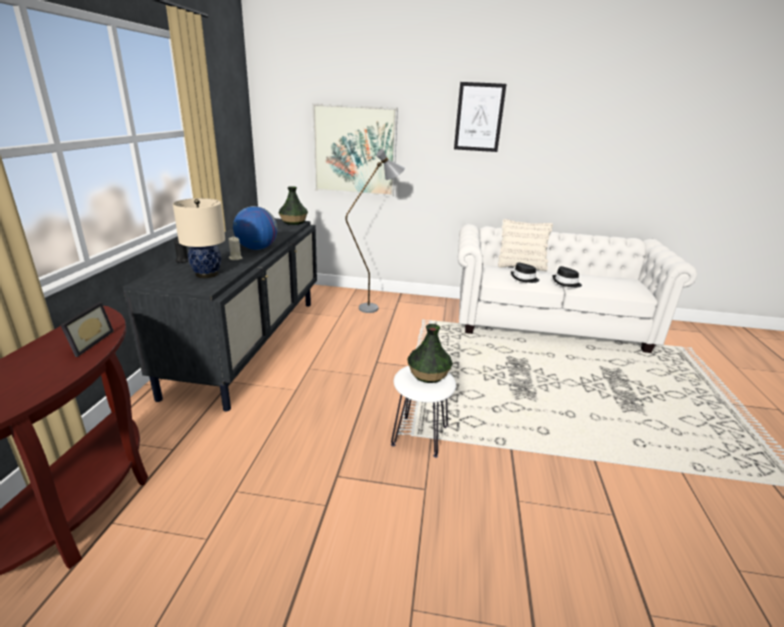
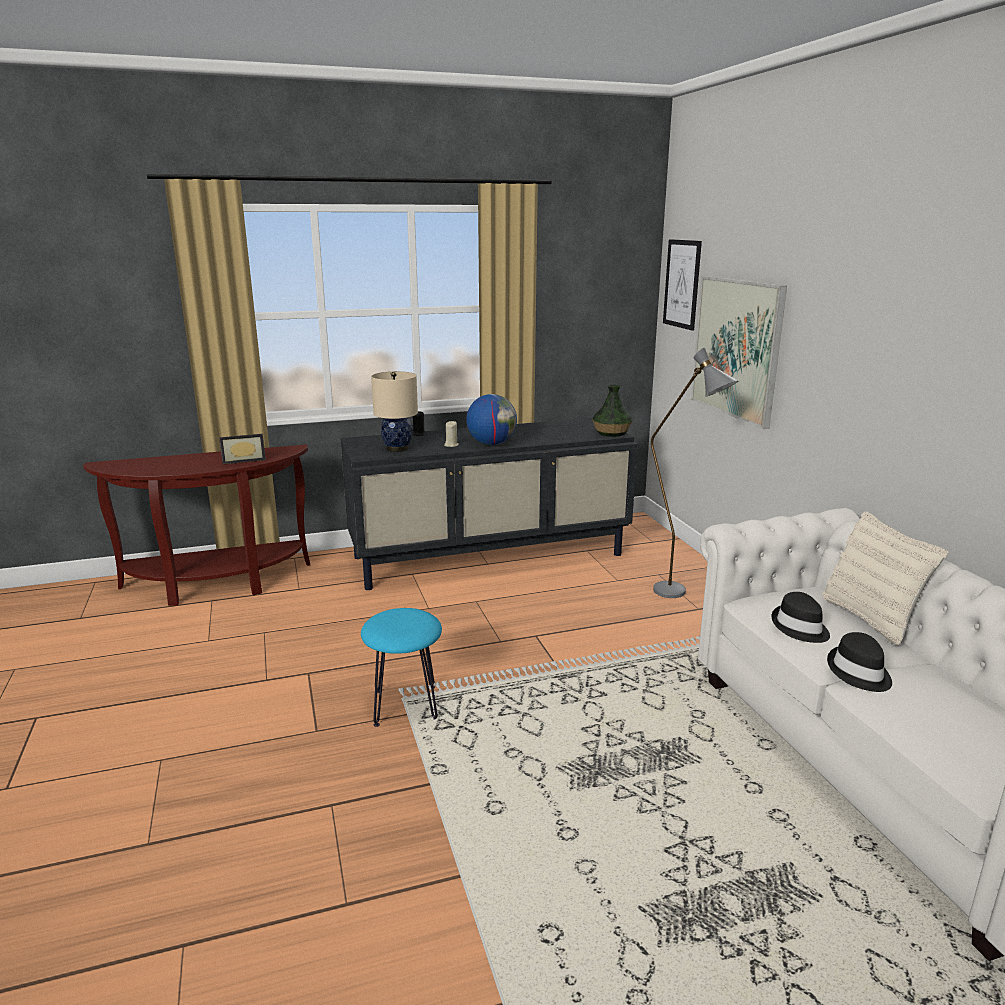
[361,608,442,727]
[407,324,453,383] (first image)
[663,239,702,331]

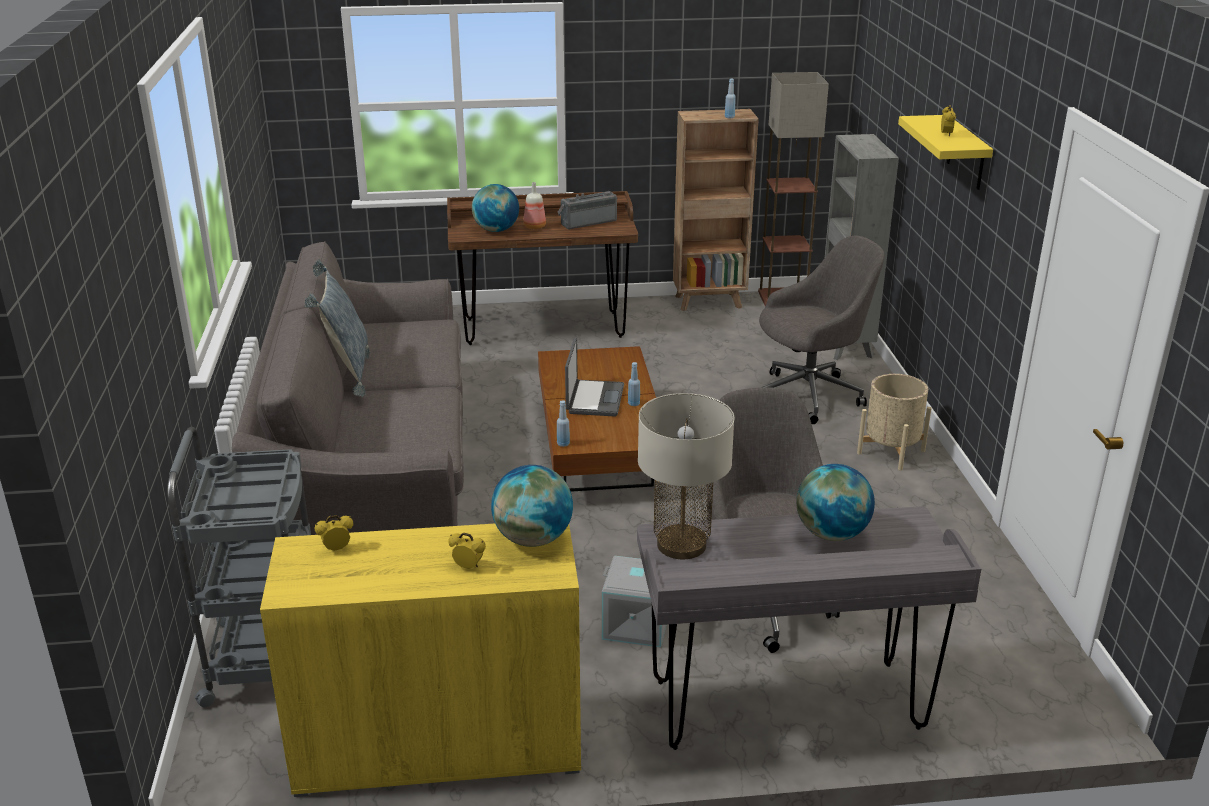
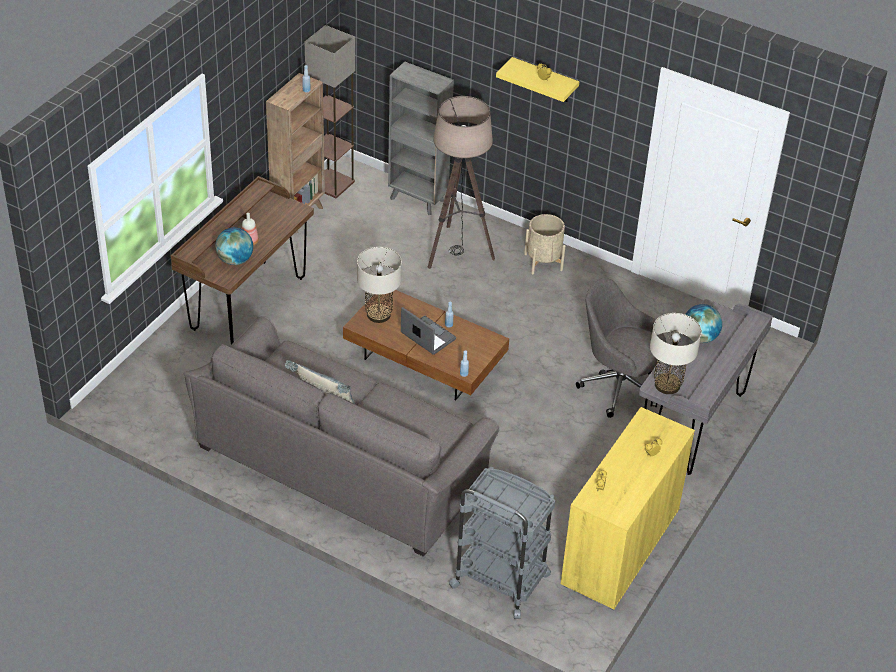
[491,465,573,547] (first image)
[558,191,617,229] (first image)
[602,556,666,647] (first image)
[428,96,495,269]
[357,247,402,323]

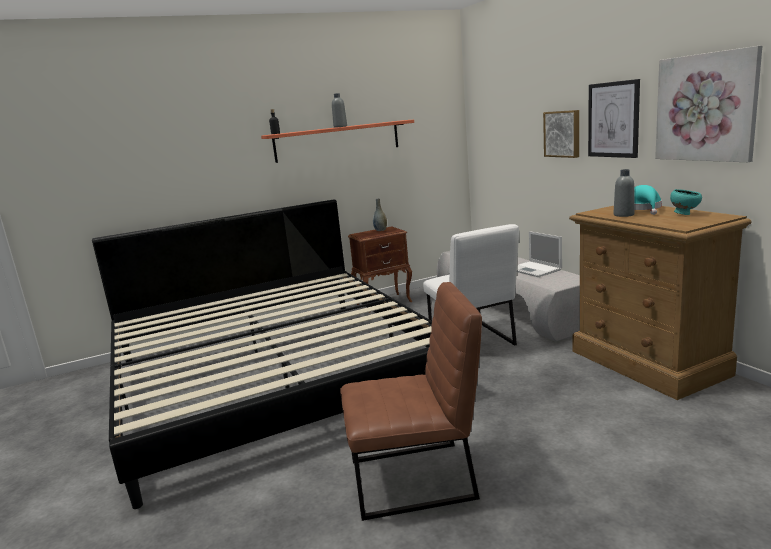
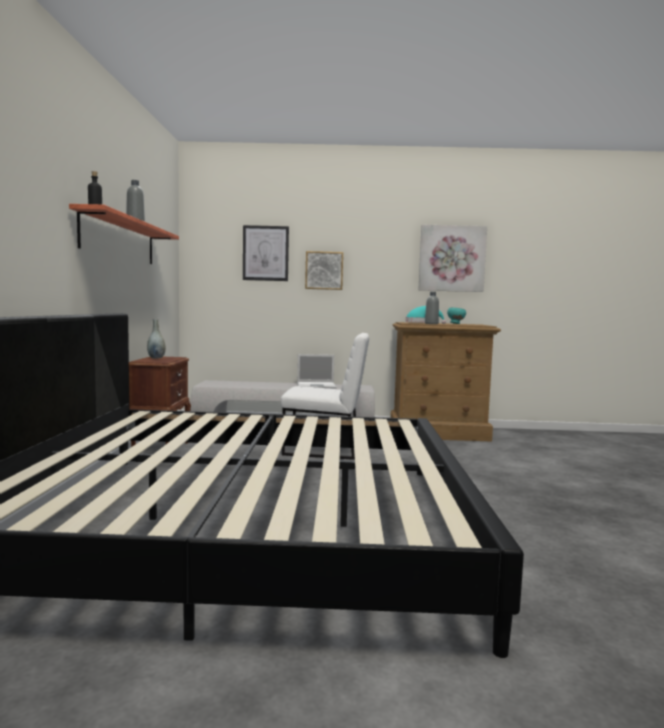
[340,282,482,521] (first image)
[243,225,289,281]

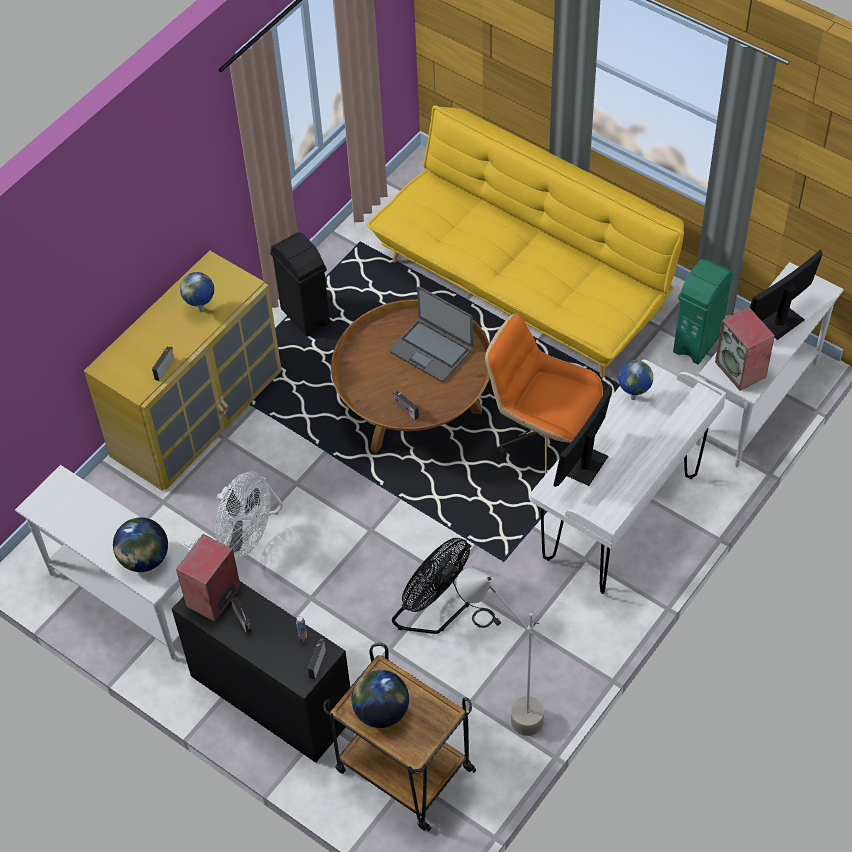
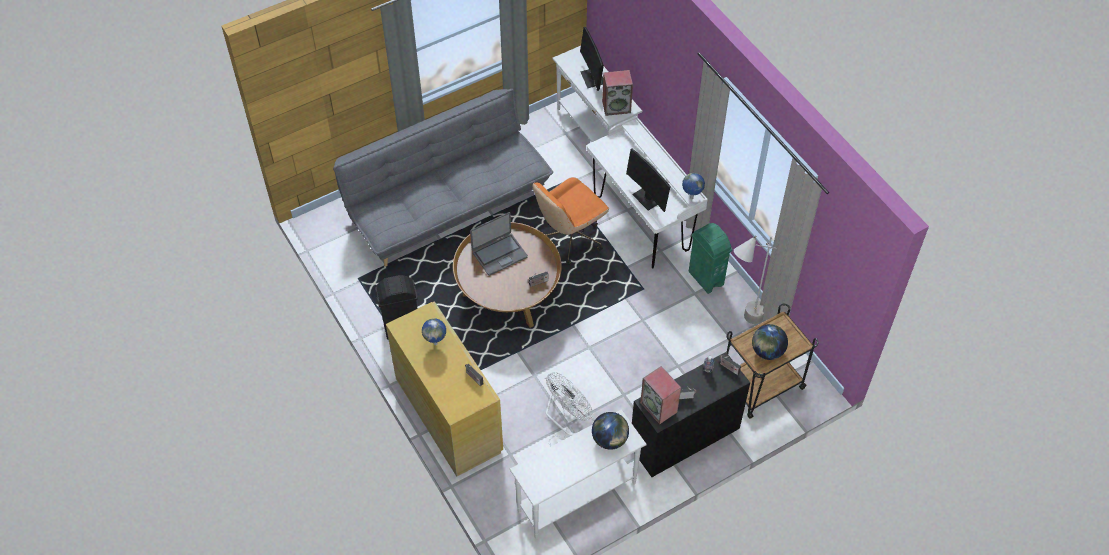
[333,89,553,266]
[392,538,501,634] (first image)
[682,173,705,199]
[689,223,732,294]

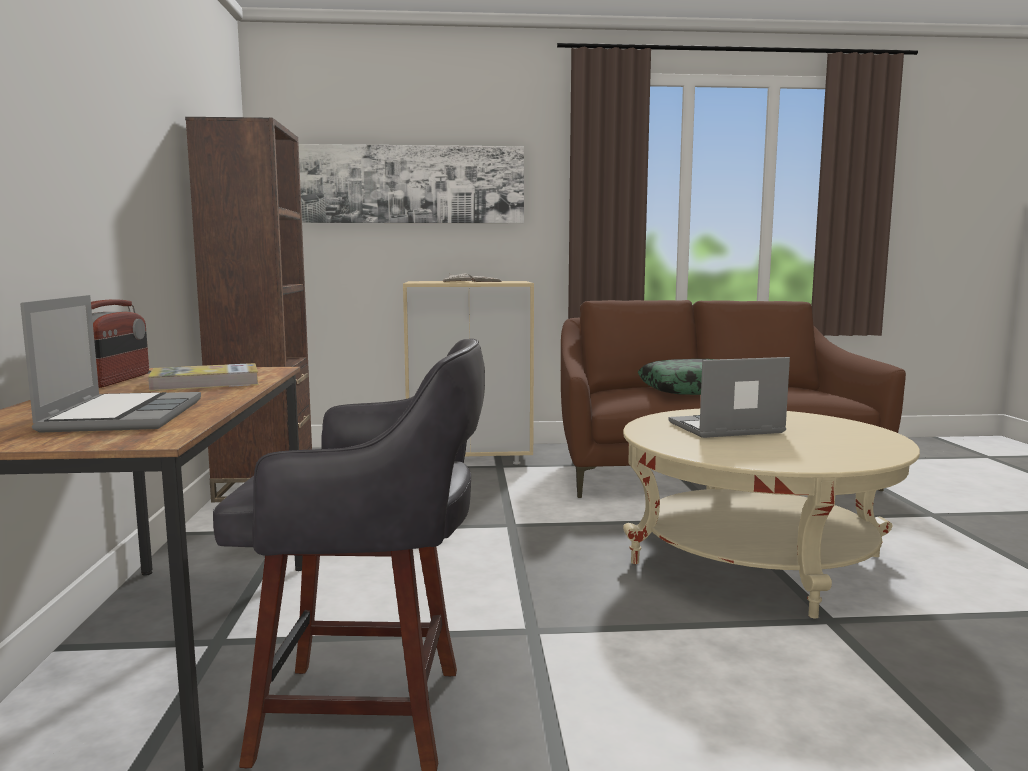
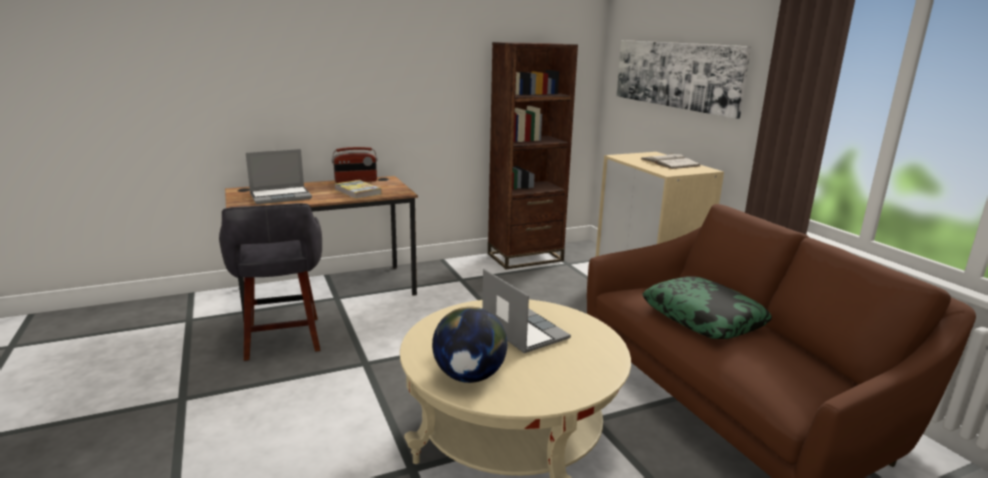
[432,306,507,383]

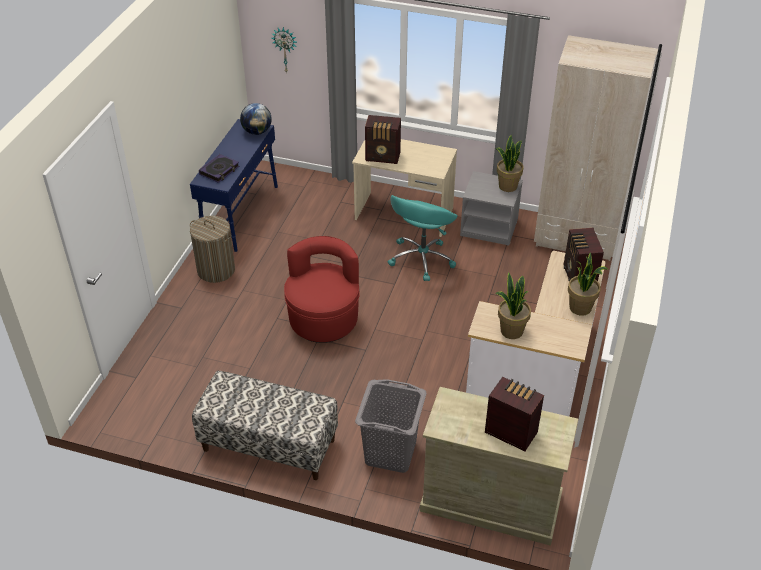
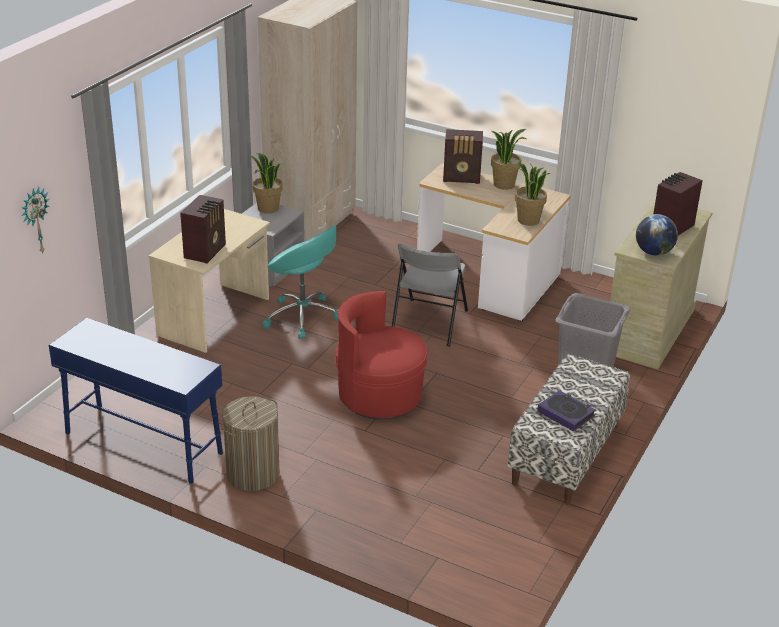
[537,390,596,431]
[636,214,678,256]
[392,244,468,346]

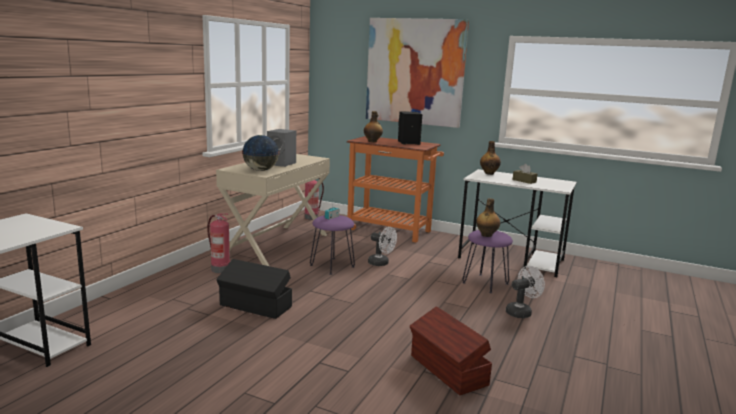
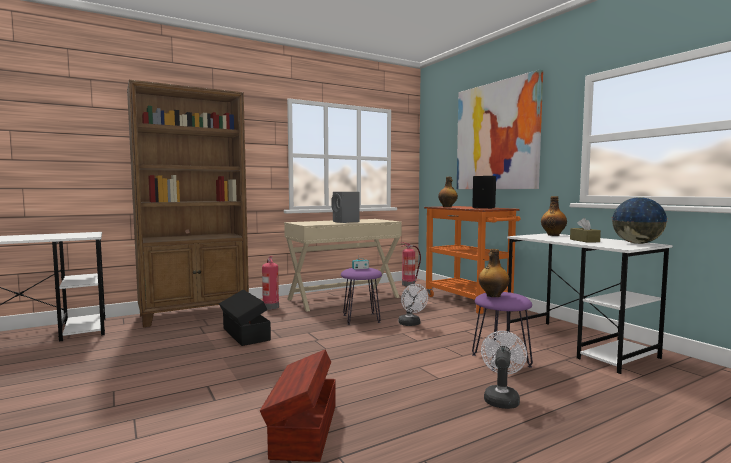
[612,197,668,244]
[481,331,527,409]
[127,80,249,327]

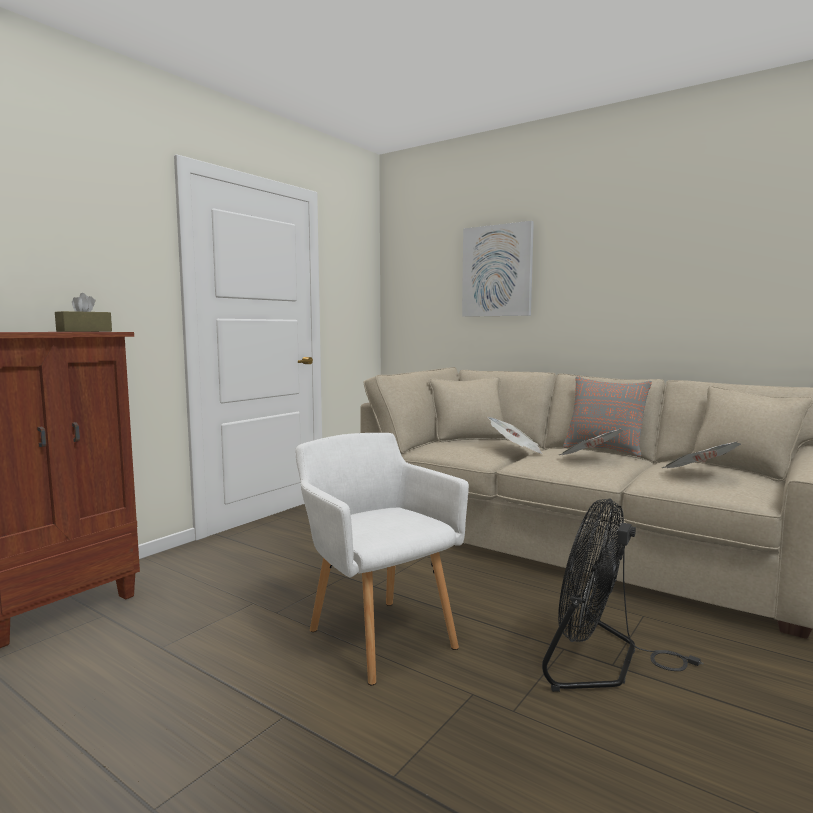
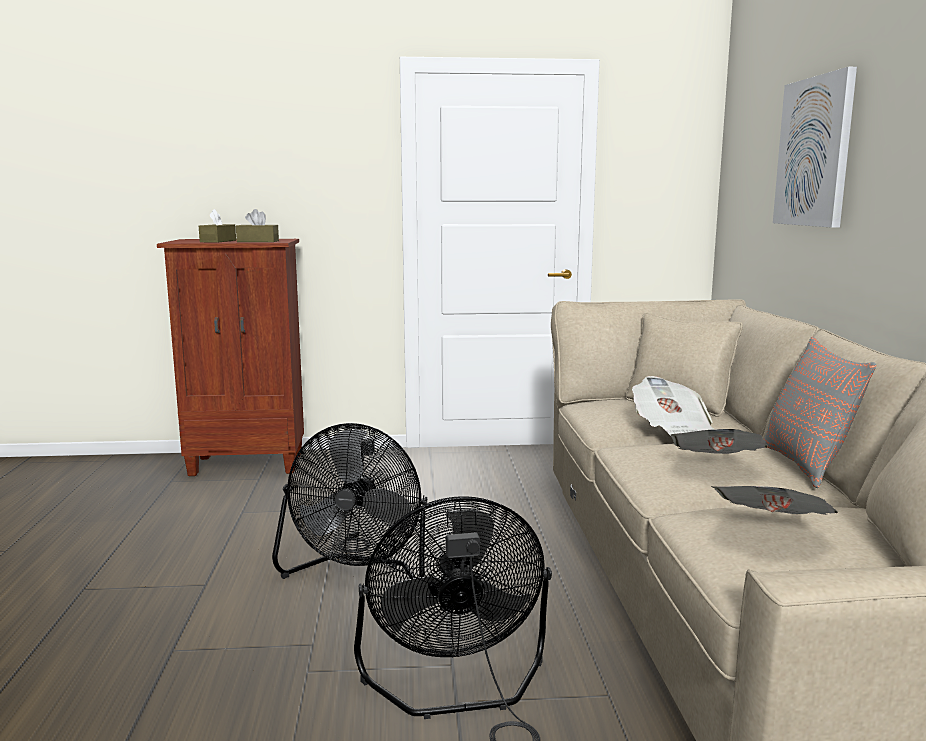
[272,423,427,579]
[199,209,236,243]

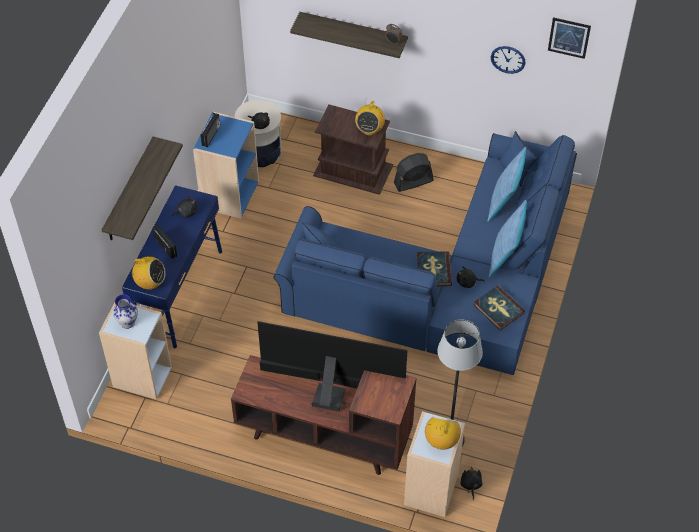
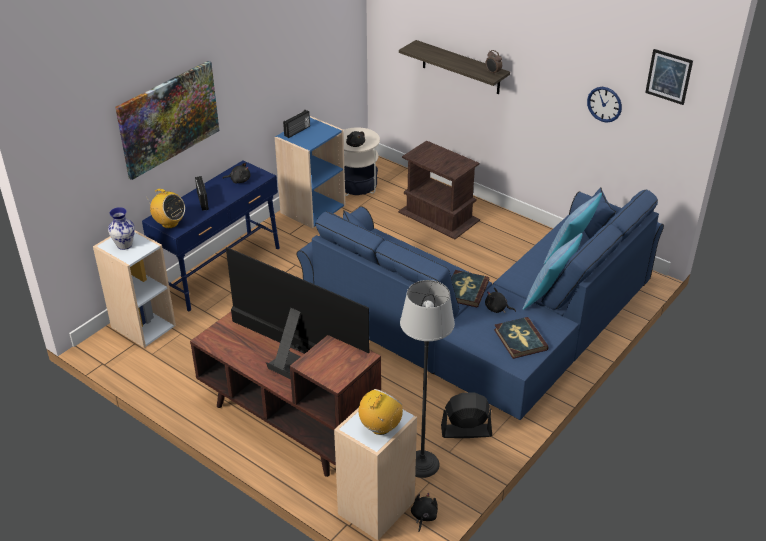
[115,61,219,180]
[355,101,385,136] (first image)
[441,392,492,438]

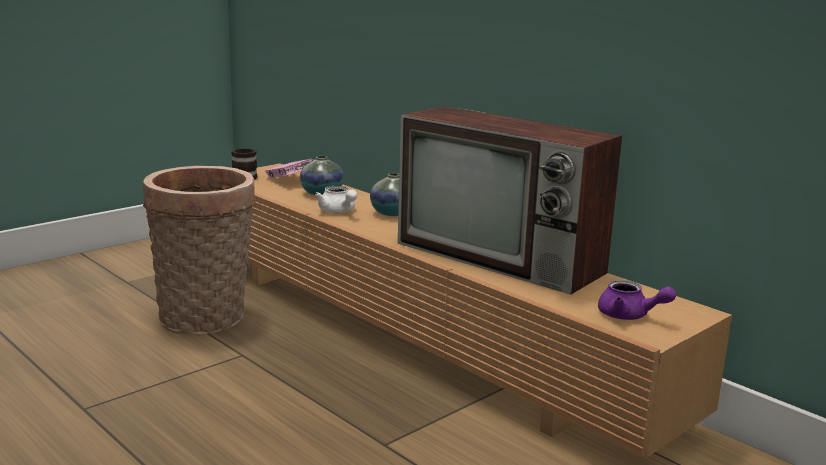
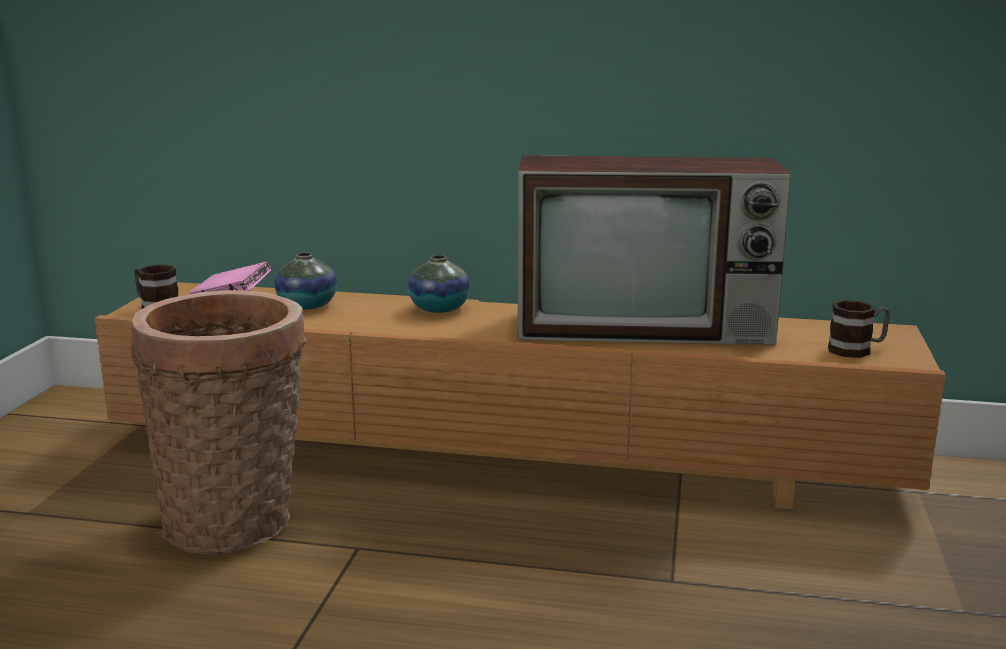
[315,186,357,213] (first image)
[828,300,890,358]

